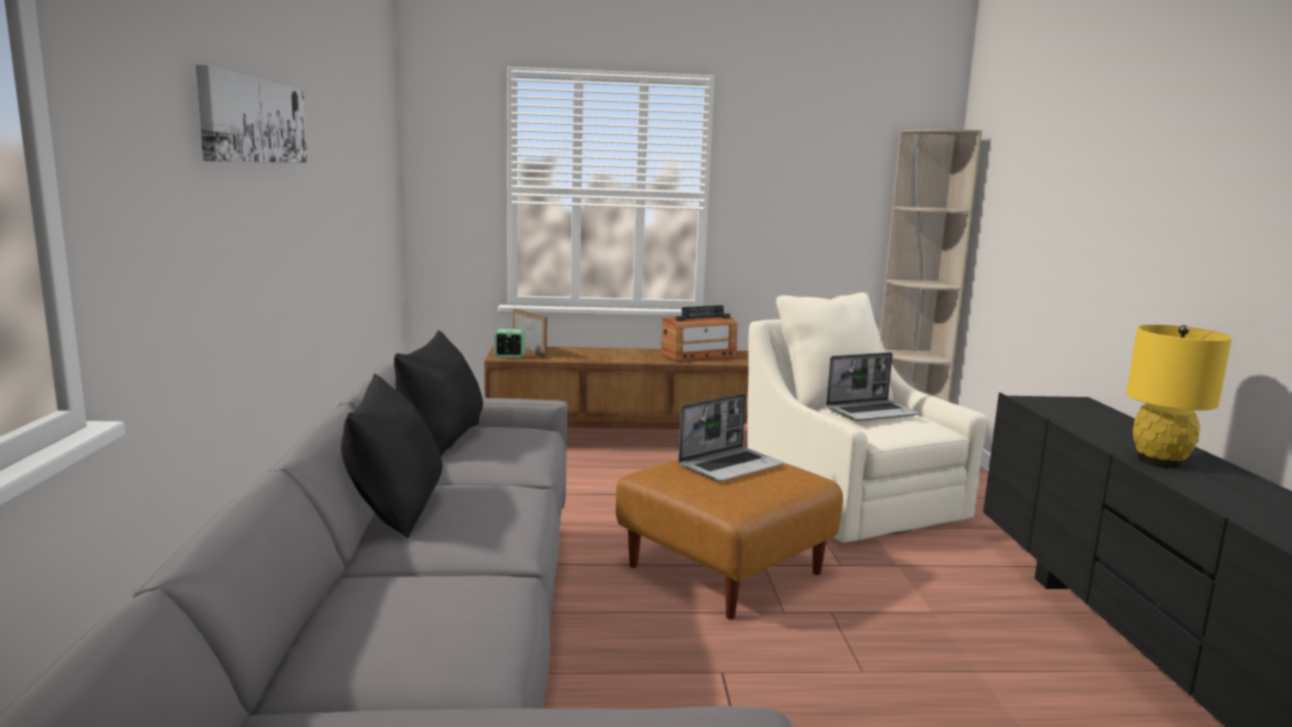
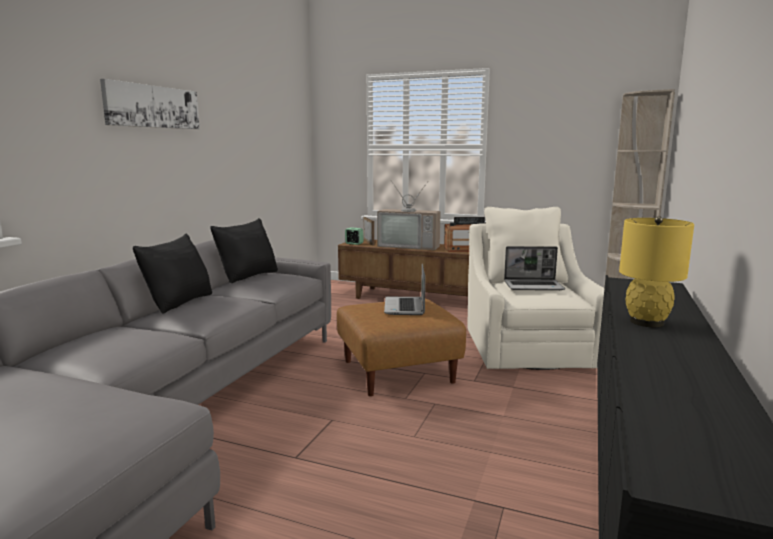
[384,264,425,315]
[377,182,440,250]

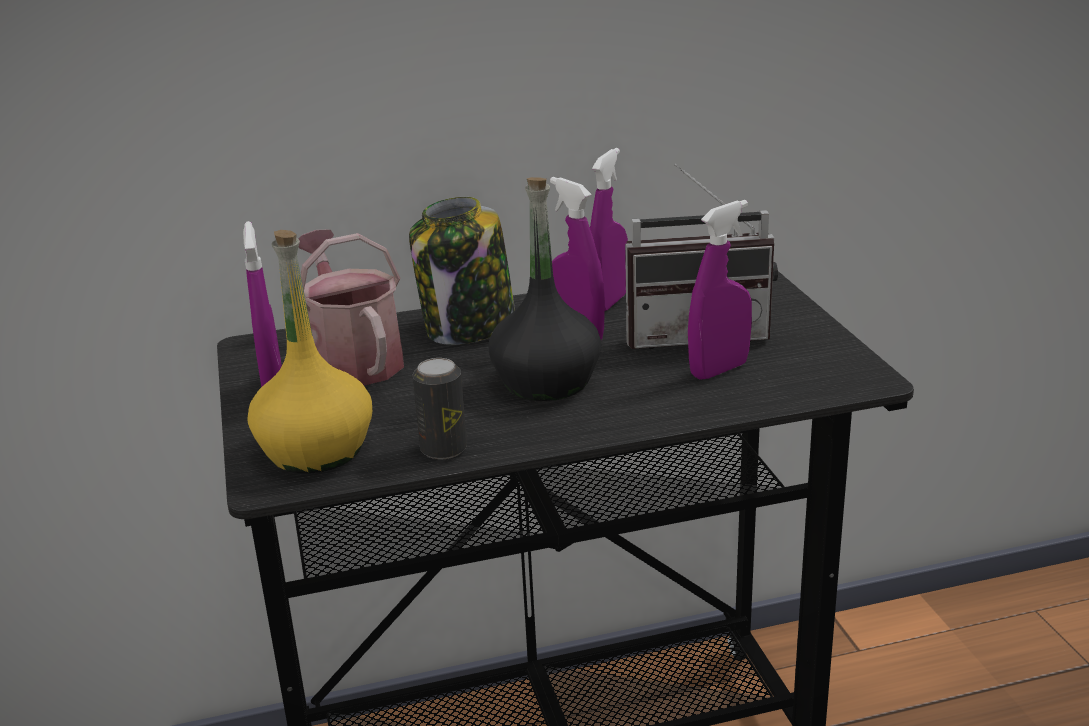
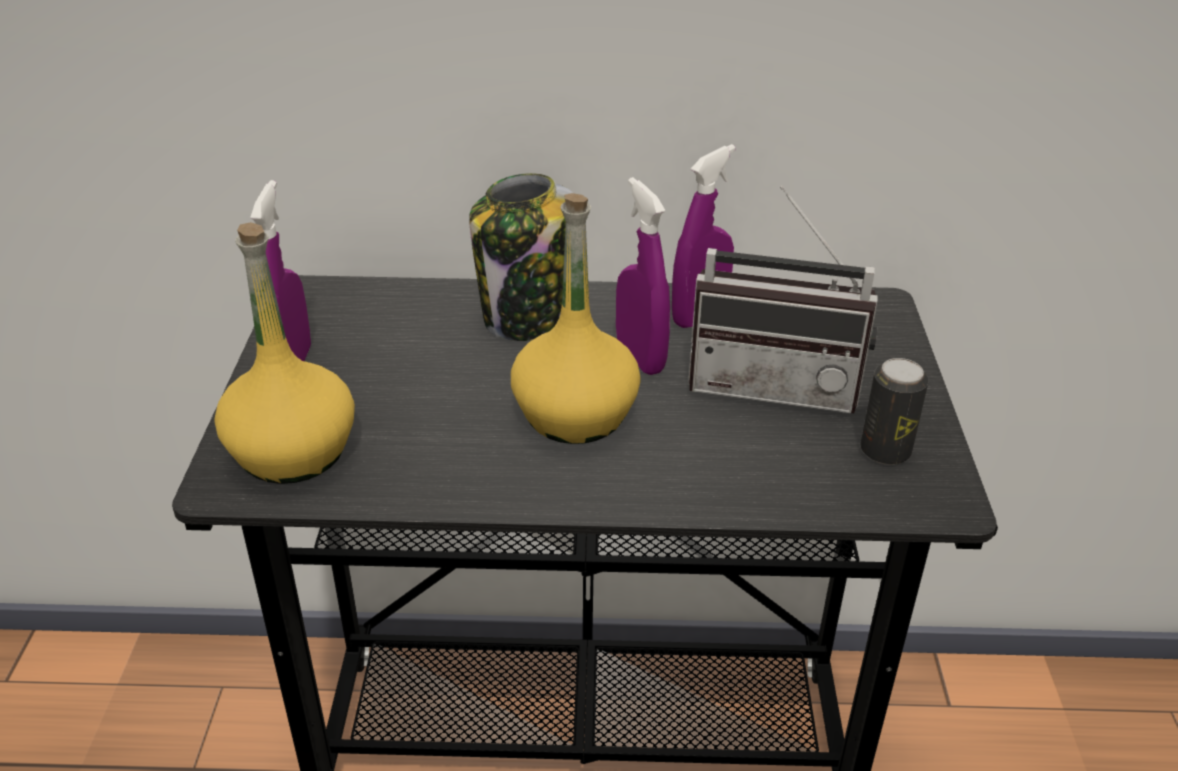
[299,230,404,386] (first image)
[860,358,929,465]
[511,193,641,444]
[688,200,752,379] (first image)

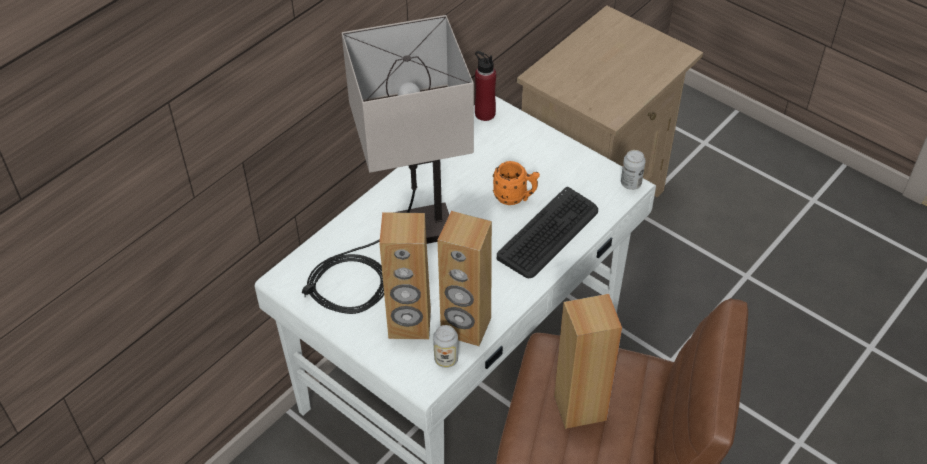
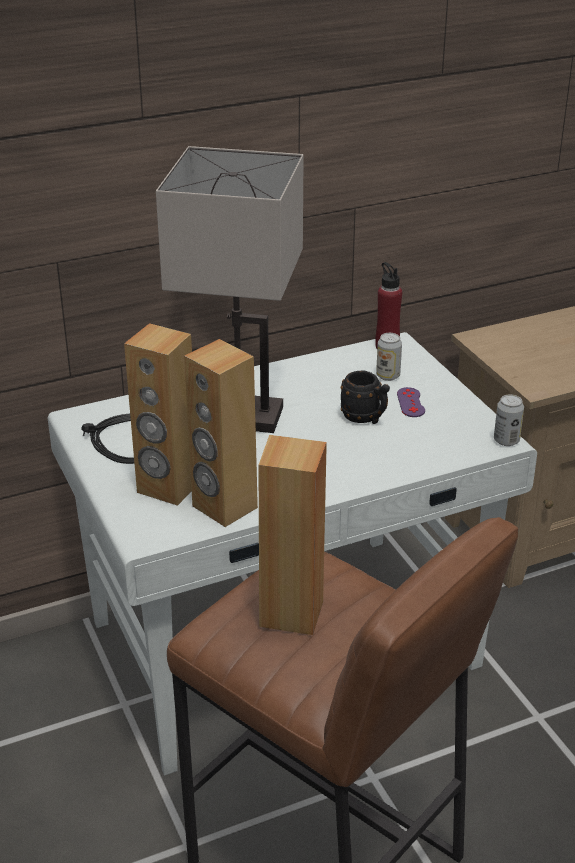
[376,333,402,381]
[340,371,390,424]
[497,187,598,278] (first image)
[397,387,425,417]

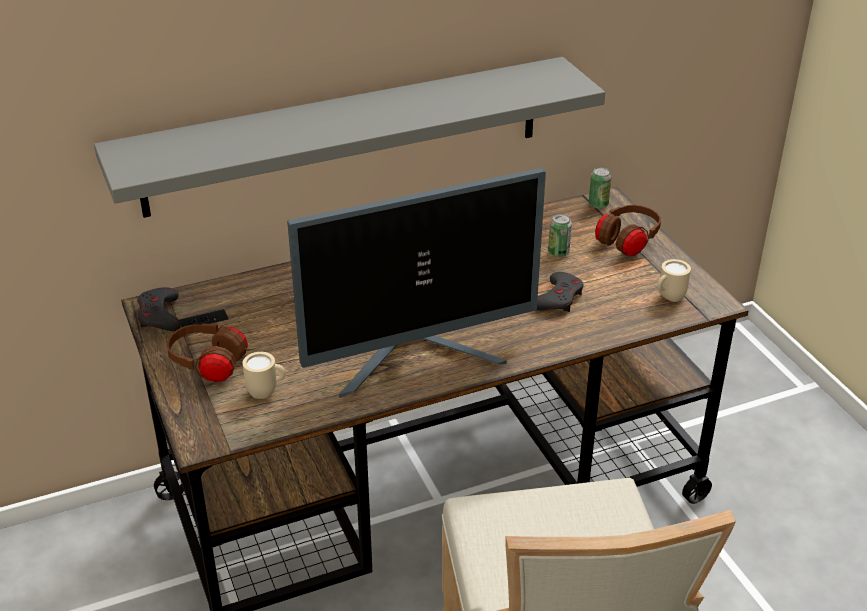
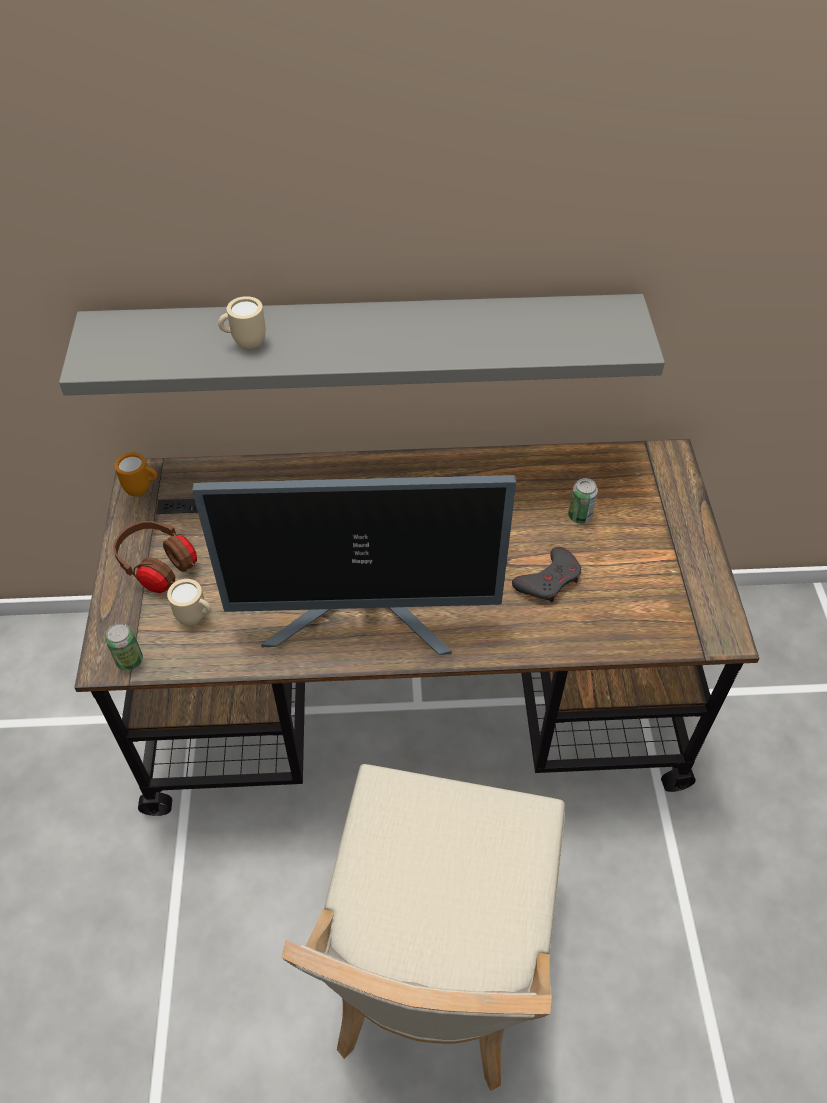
[114,452,157,497]
[105,623,143,671]
[595,205,661,256] (first image)
[218,296,266,350]

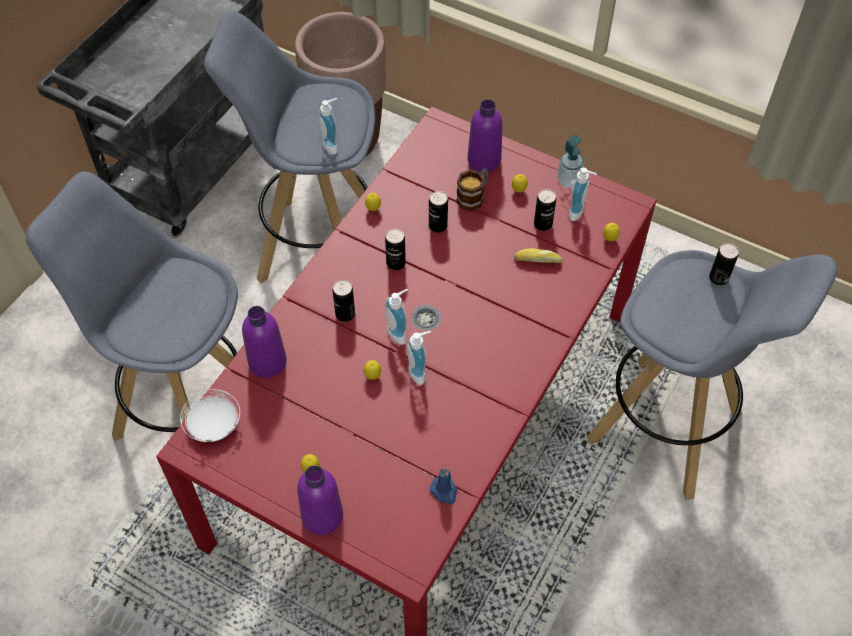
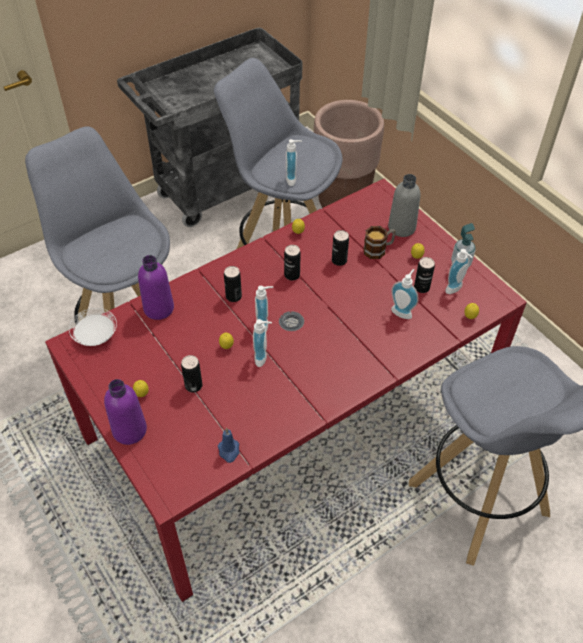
[388,174,420,237]
[391,269,419,319]
[181,355,202,392]

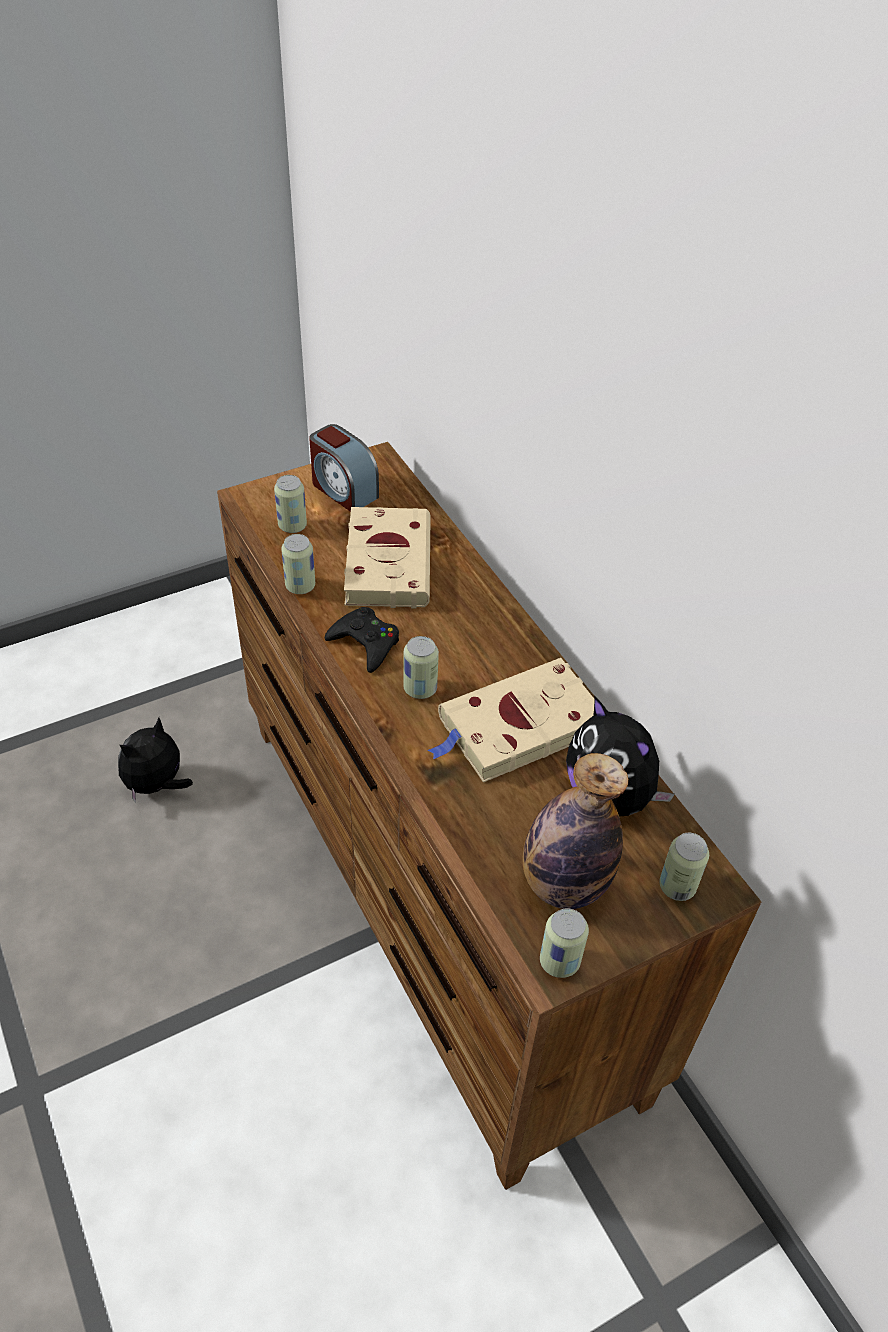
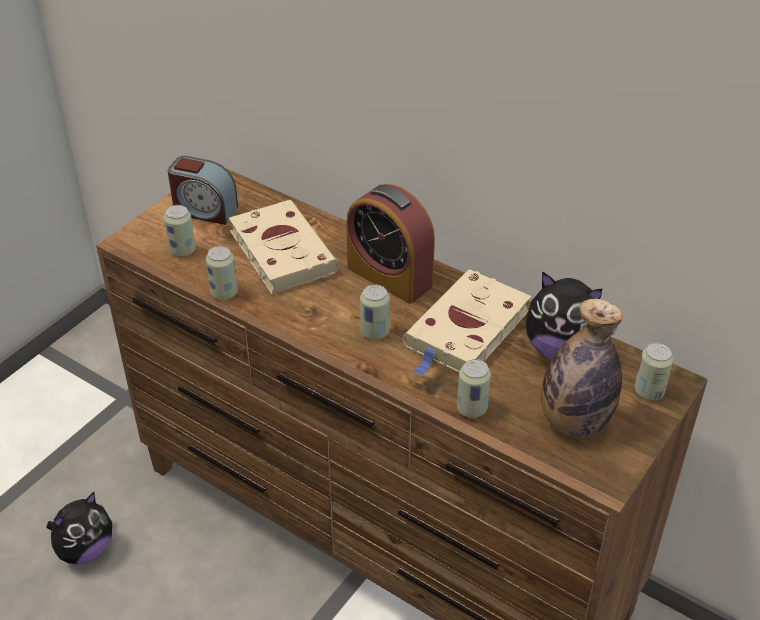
[47,492,112,564]
[325,607,399,673] (first image)
[457,359,491,418]
[346,184,435,304]

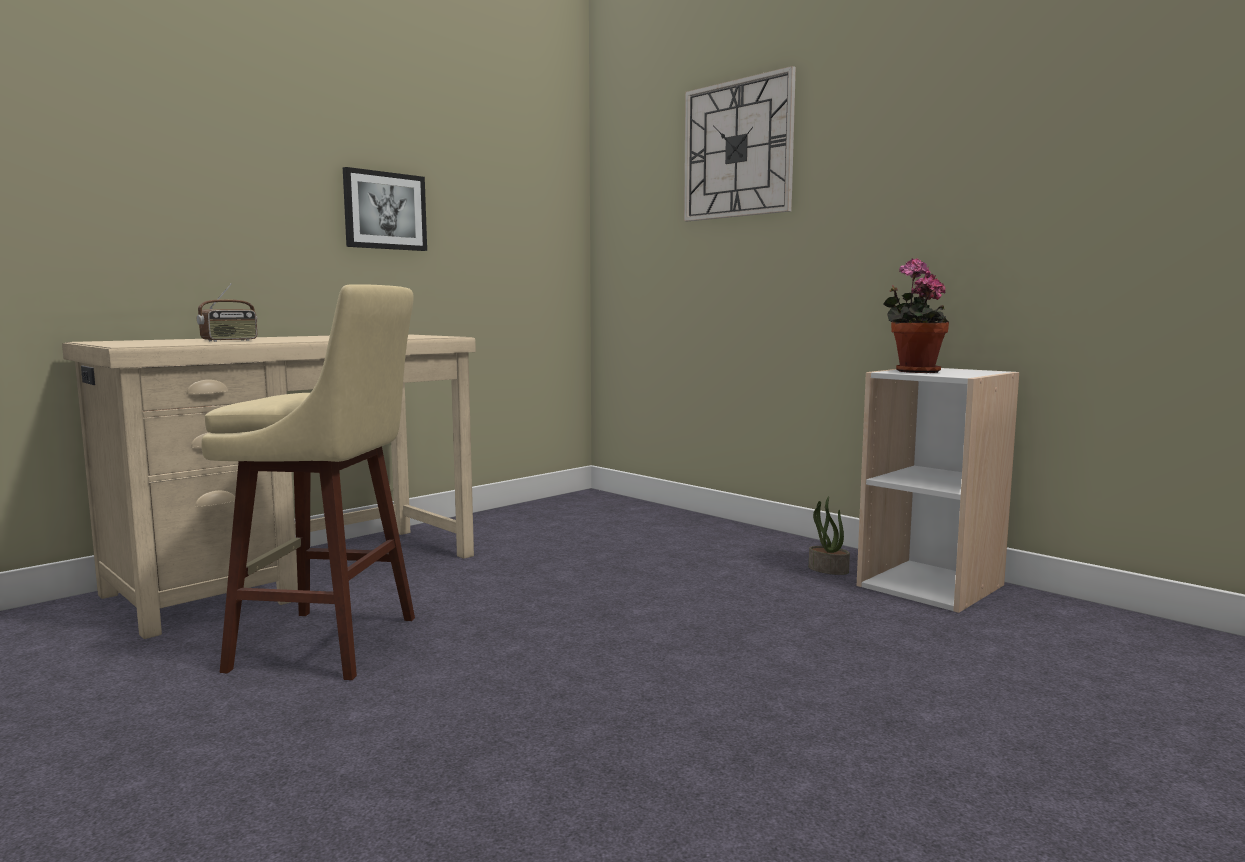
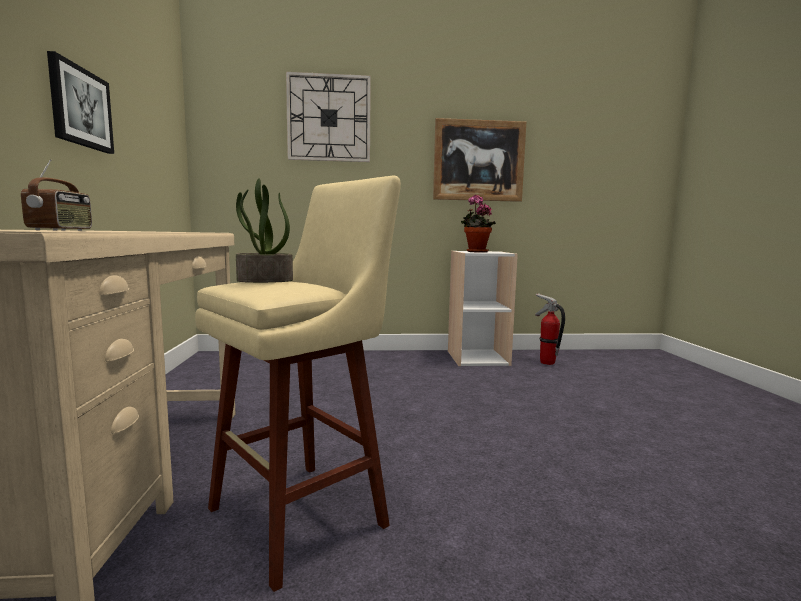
[236,178,293,283]
[433,118,526,202]
[535,294,565,365]

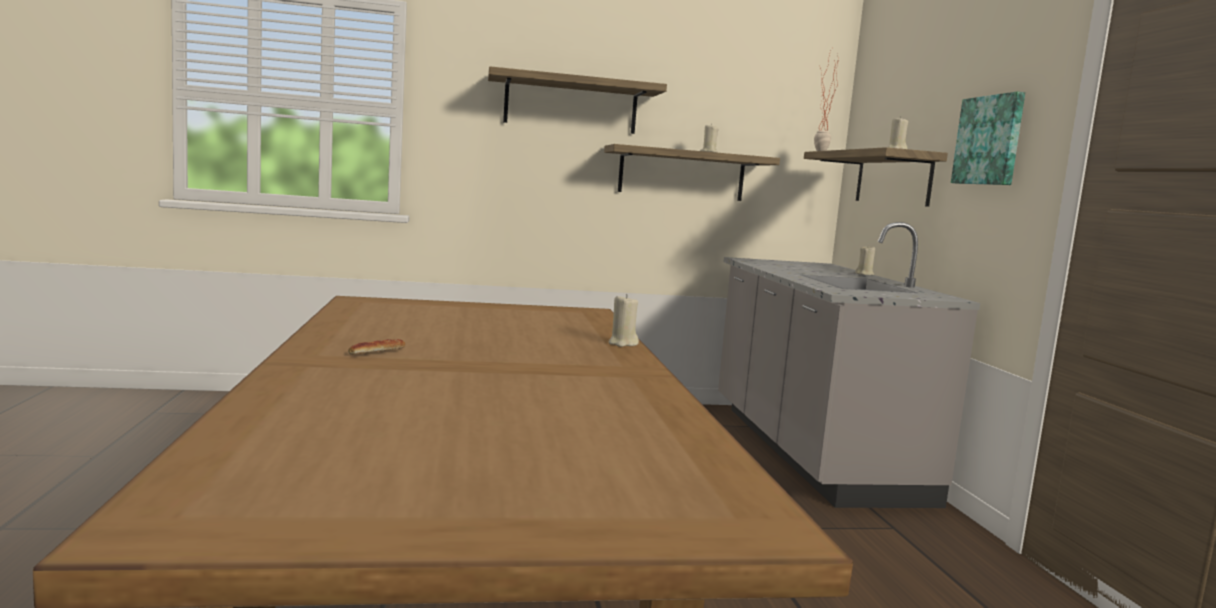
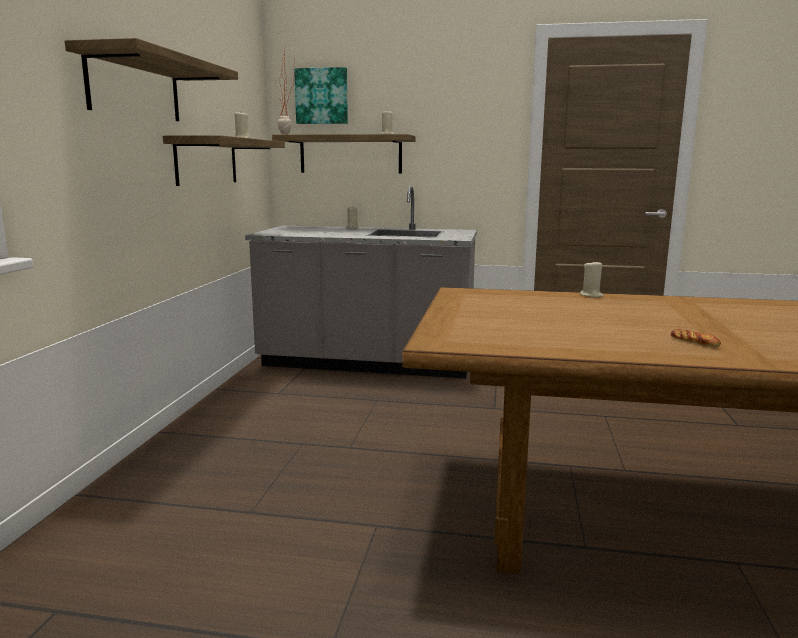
[294,67,348,124]

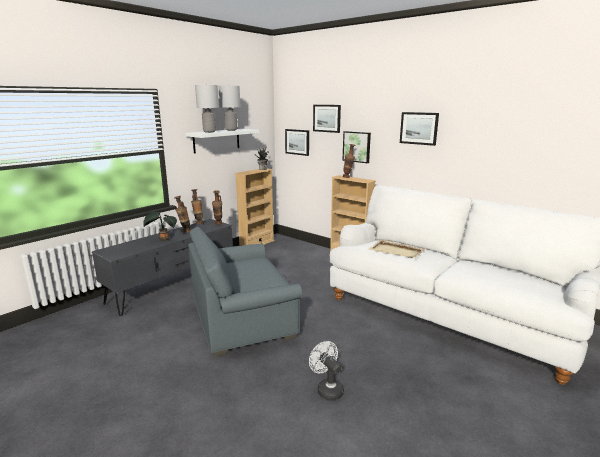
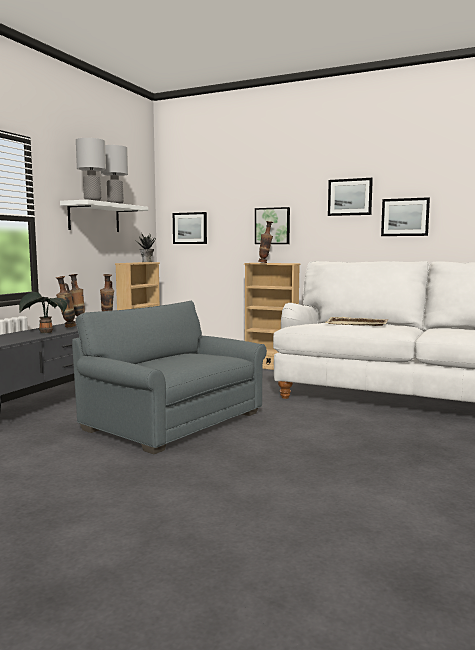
[72,301,267,454]
[309,341,344,401] (first image)
[381,197,430,236]

